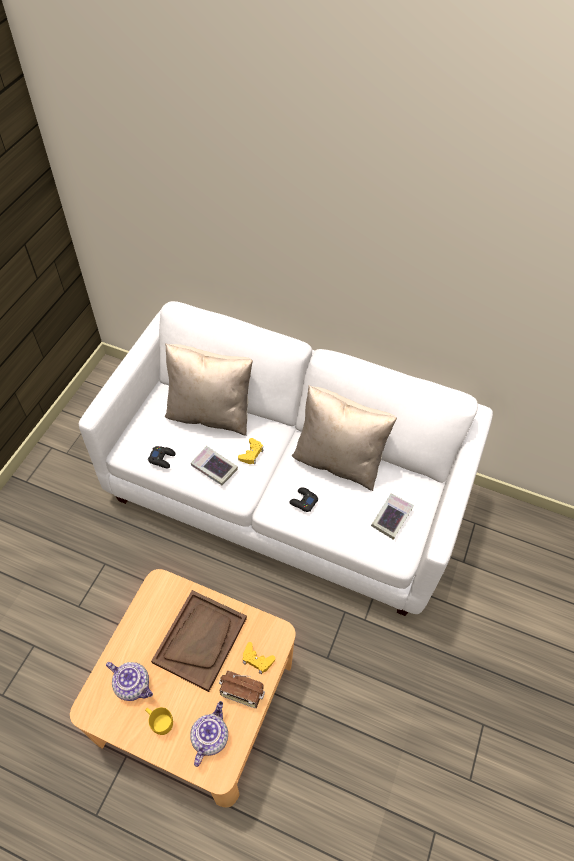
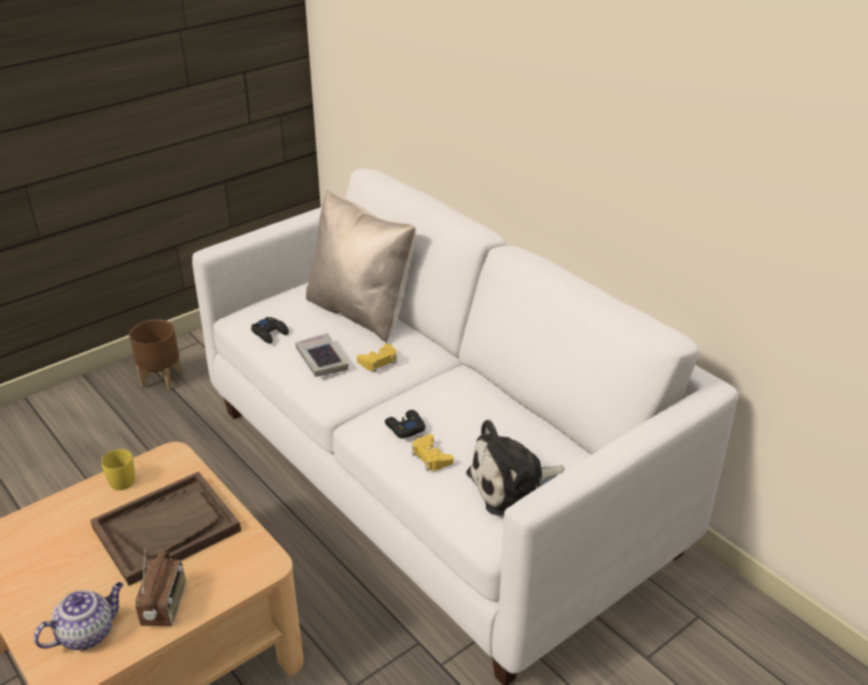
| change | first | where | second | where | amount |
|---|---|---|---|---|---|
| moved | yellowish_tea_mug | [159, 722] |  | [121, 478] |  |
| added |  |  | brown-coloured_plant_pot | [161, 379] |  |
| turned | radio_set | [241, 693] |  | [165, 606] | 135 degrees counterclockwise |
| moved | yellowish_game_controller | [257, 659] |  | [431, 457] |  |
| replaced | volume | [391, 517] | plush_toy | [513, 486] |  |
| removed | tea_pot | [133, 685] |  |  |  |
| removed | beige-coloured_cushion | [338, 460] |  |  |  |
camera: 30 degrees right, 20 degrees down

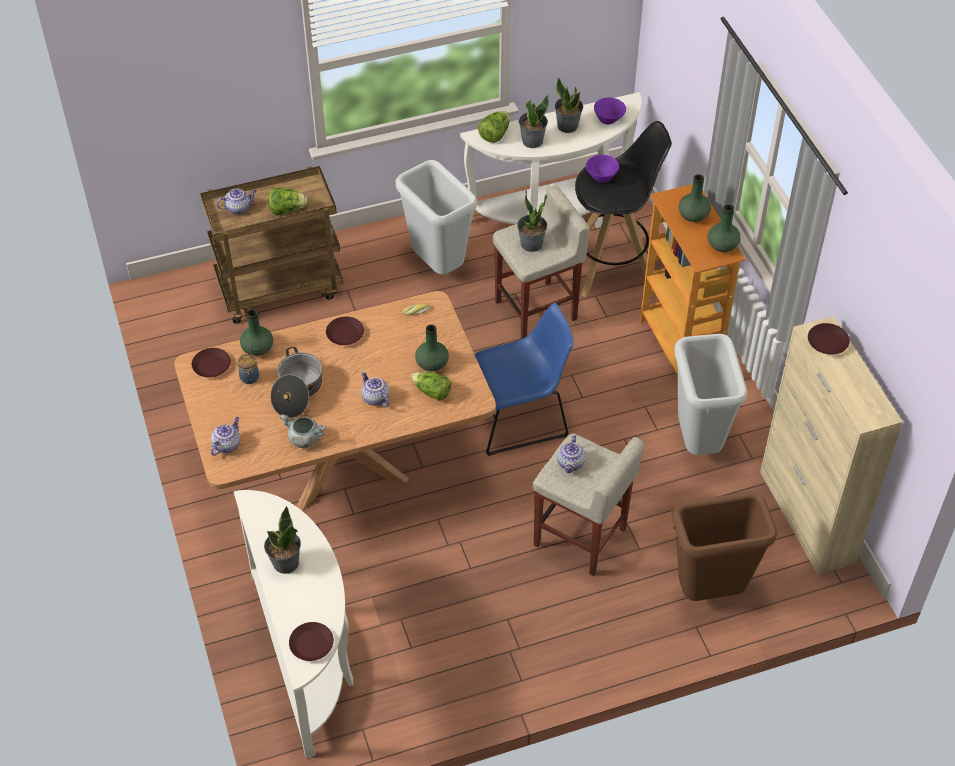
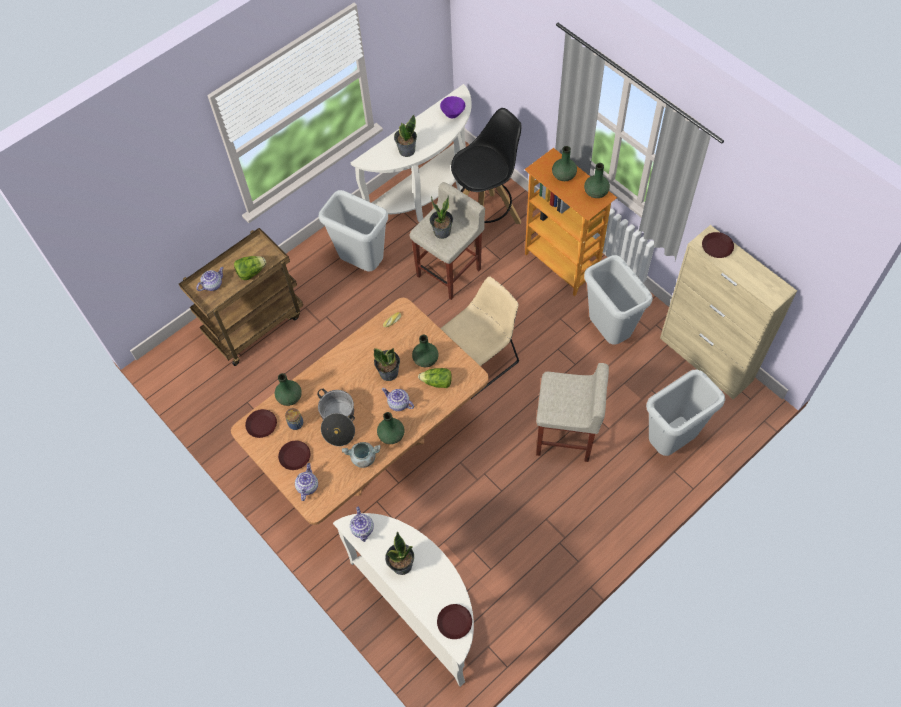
| change | first | where | second | where | amount |
|---|---|---|---|---|---|
| moved | brown-coloured_flat_dish | [345, 333] |  | [294, 456] |  |
| moved | tea_pot | [571, 463] |  | [363, 529] |  |
| moved | houseplant | [567, 125] |  | [388, 372] |  |
| added |  |  | green_vase | [391, 435] |  |
| recoloured | bluish_upright_chair | [521, 417] | beige-coloured_upright_chair | [479, 359] |  |
| recoloured | brown-coloured_trash_can | [709, 593] | grey_trash_can | [670, 443] |  |
| removed | head_of_lettuce | [495, 135] |  |  |  |
| removed | purple-coloured_bowl | [602, 176] |  |  |  |
camera: 20 degrees left, 10 degrees up

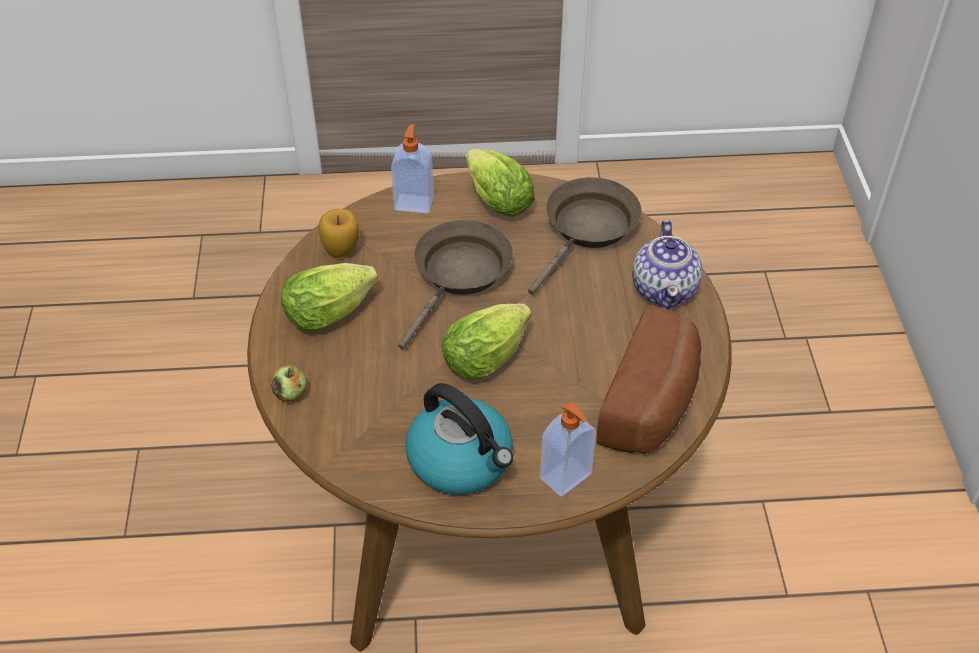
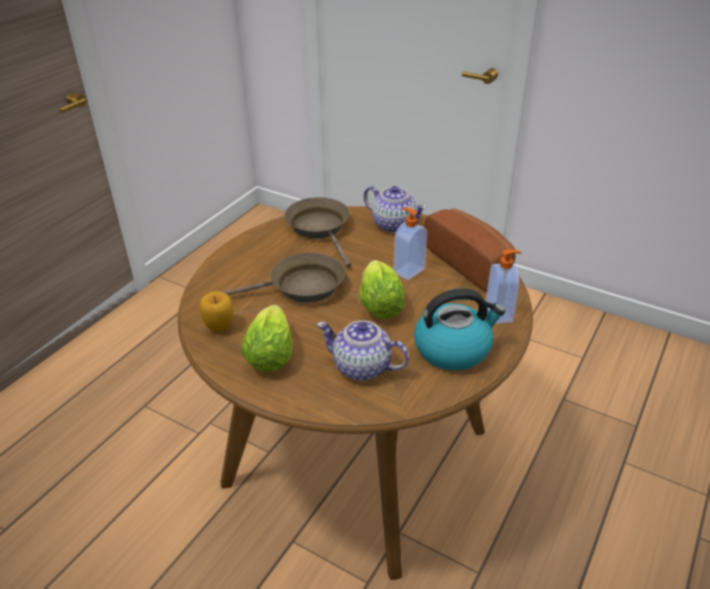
| change | first | where | second | where | amount |
|---|---|---|---|---|---|
| turned | brown-coloured_skillet | [459, 275] |  | [301, 287] | 105 degrees clockwise |
| added |  |  | tea_pot | [362, 368] |  |
| moved | soap_bottle | [414, 203] |  | [408, 270] |  |
| removed | apple_fruit | [290, 394] |  |  |  |
| removed | head_of_lettuce | [495, 199] |  |  |  |
camera: 55 degrees left, 10 degrees down

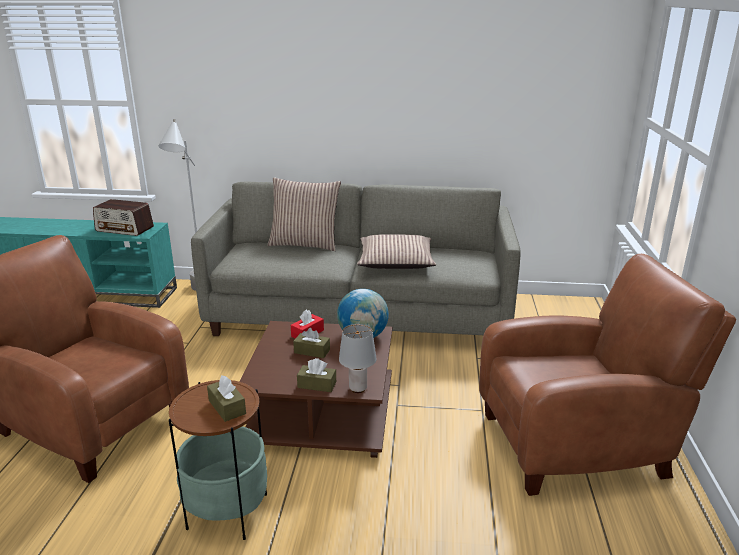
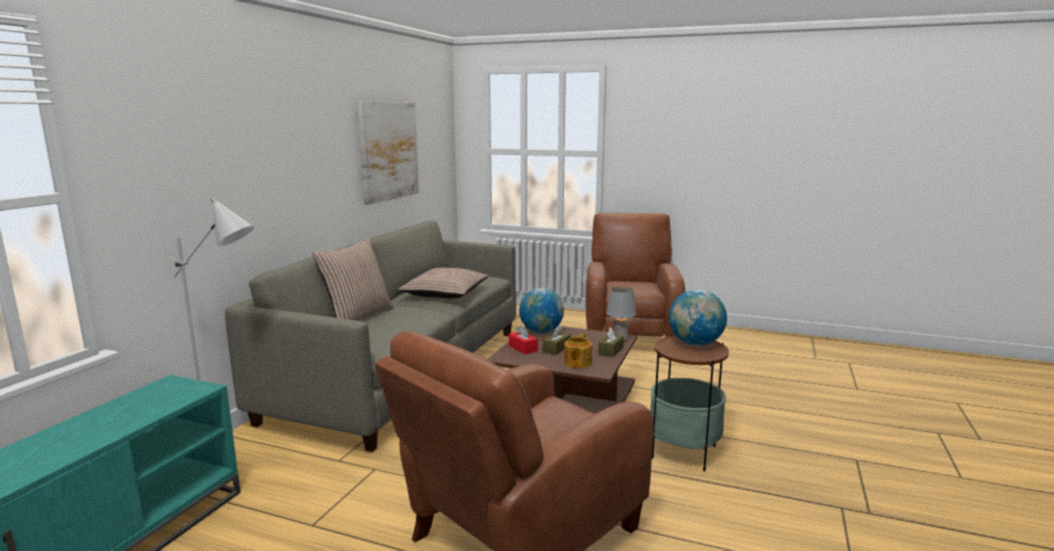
| change | first | where | second | where | amount |
|---|---|---|---|---|---|
| added |  |  | wall_picture | [388, 151] |  |
| added |  |  | tea_pot | [577, 363] |  |
| replaced | brown-coloured_tissue_box | [227, 407] | globe | [695, 343] |  |
| removed | radio_set | [125, 229] |  |  |  |
camera: 75 degrees left, 10 degrees down

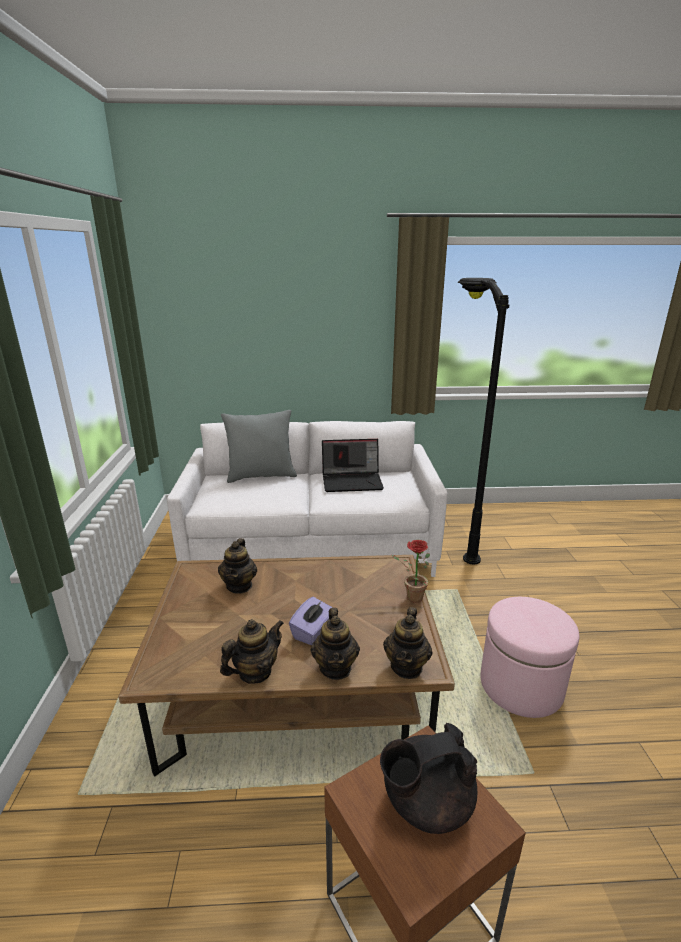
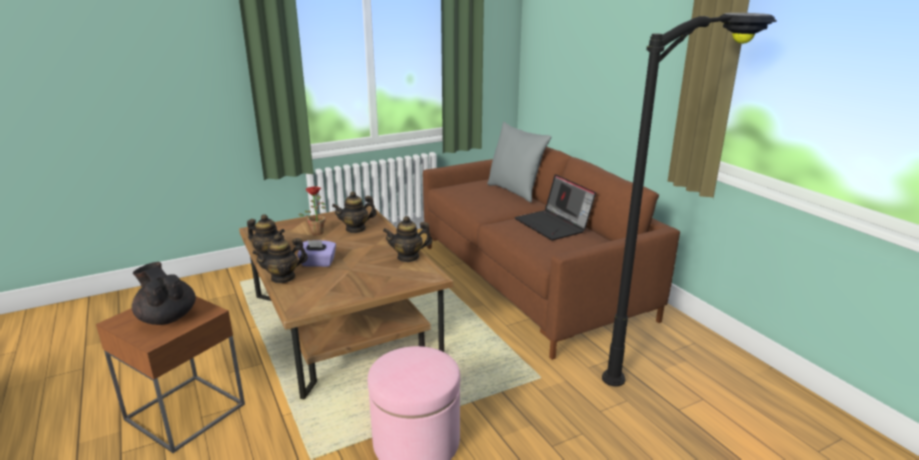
| change | first | where | second | where | amount |
|---|---|---|---|---|---|
| moved | houseplant | [411, 597] |  | [317, 231] |  |
| moved | tea_pot | [407, 666] |  | [408, 257] |  |
| recoloured | whitish_sofa | [311, 546] | brown-coloured_sofa | [530, 281] |  |
camera: 65 degrees right, 0 degrees up

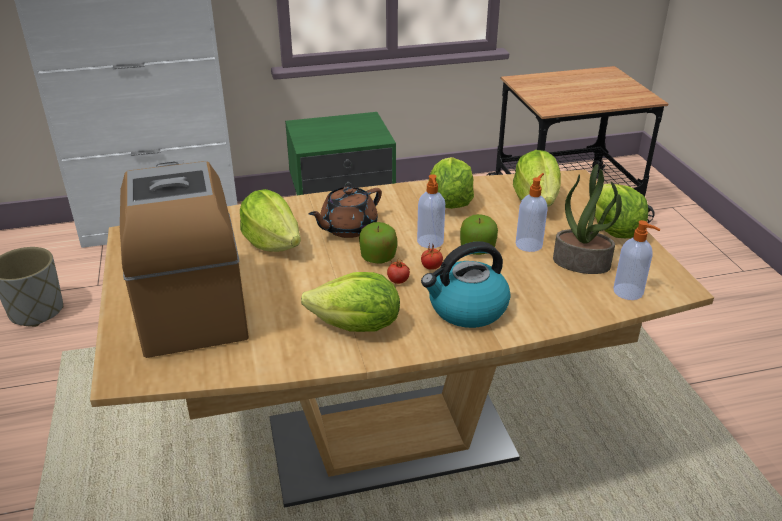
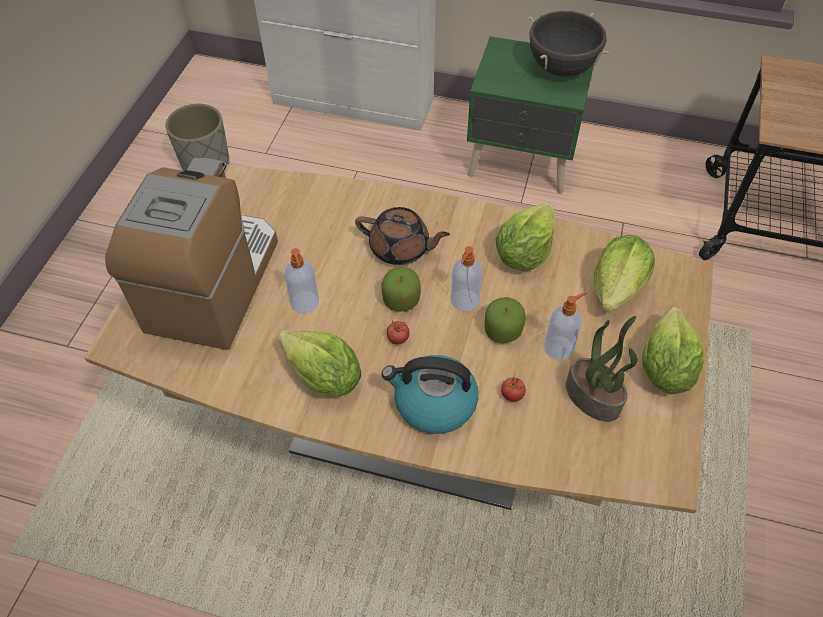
| change | first | where | second | where | amount |
|---|---|---|---|---|---|
| moved | soap_bottle | [629, 292] |  | [305, 303] |  |
| turned | brown-coloured_tea_pot | [347, 228] |  | [400, 248] | 150 degrees counterclockwise |
| moved | whole_tomato | [431, 267] |  | [512, 395] |  |
| added |  |  | black_stockpot | [561, 68] |  |
| removed | head_of_lettuce | [272, 243] |  |  |  |
camera: 30 degrees right, 20 degrees up

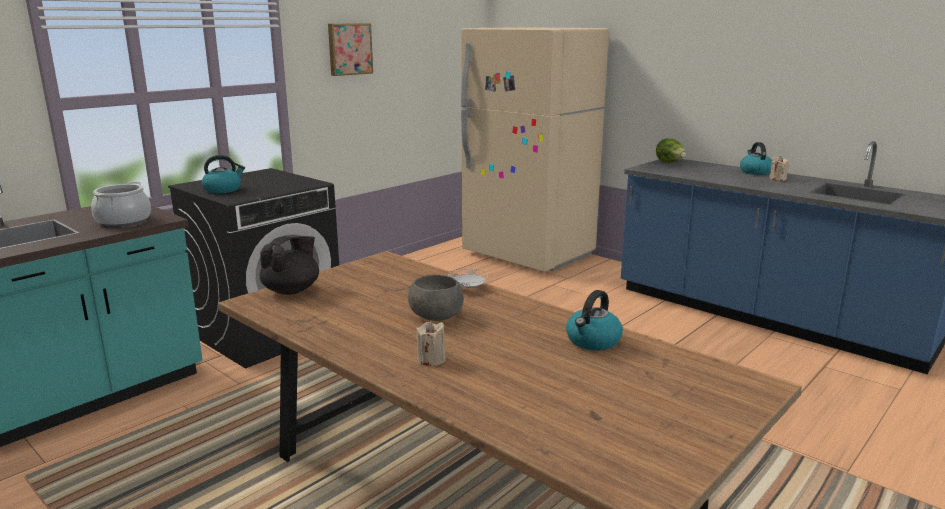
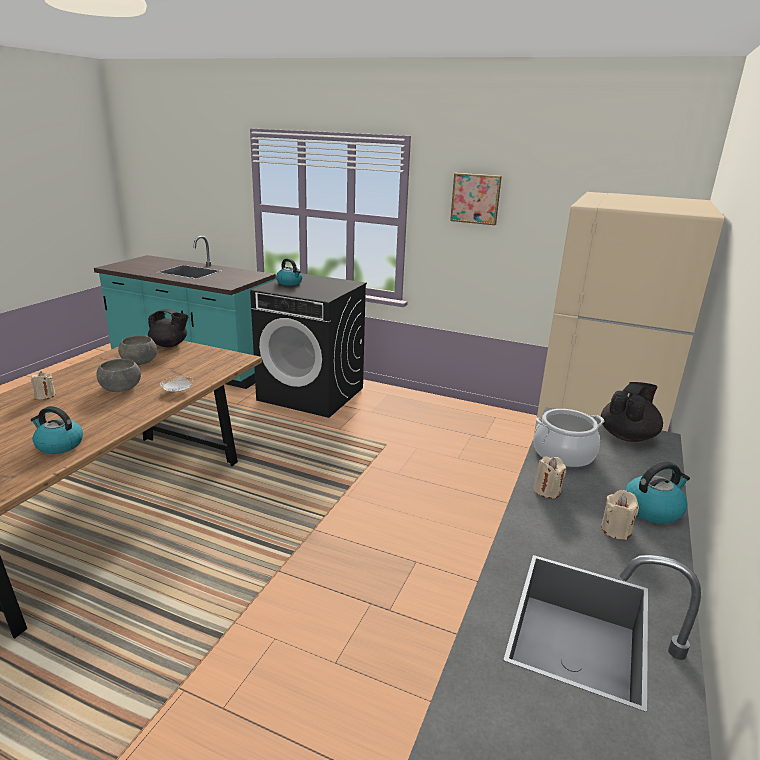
| change | first | where | second | where | amount |
|---|---|---|---|---|---|
| added |  |  | grey_bowl | [139, 362] |  |
| moved | stockpot | [123, 221] |  | [563, 455] |  |
| added |  |  | beige-coloured_candle | [547, 490] |  |
| replaced | head_of_lettuce | [670, 163] | black_tea_pot | [627, 436] |  |
camera: 70 degrees right, 5 degrees up

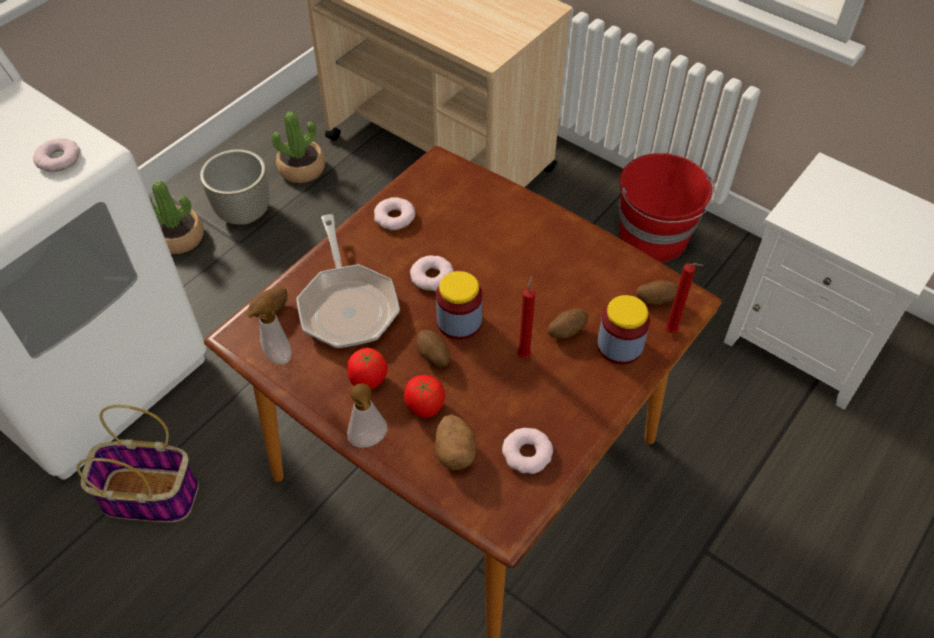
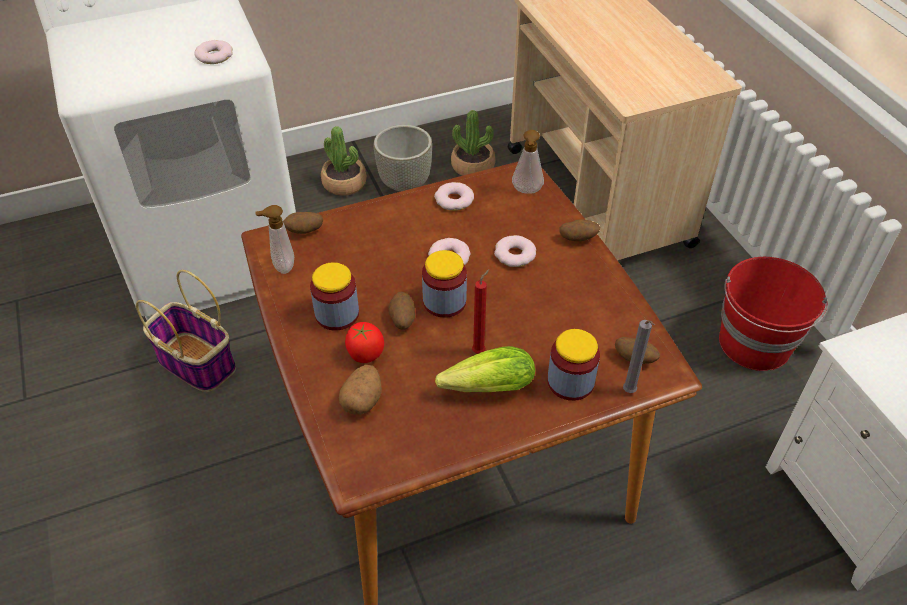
| change | first | where | second | where | amount |
|---|---|---|---|---|---|
| replaced | whole_tomato | [368, 380] | storage_jar | [337, 314] |  |
| added |  |  | head_of_lettuce | [483, 388] |  |
| moved | ring_doughnut | [527, 454] |  | [515, 255] |  |
| moved | soap_bottle | [369, 442] |  | [527, 192] |  |
| moved | spud | [566, 331] |  | [578, 239] |  |
| recoloured | red_candle | [672, 332] | grey_candle | [630, 393] |  |
| removed | skillet | [347, 305] |  |  |  |
camera: 30 degrees right, 5 degrees down

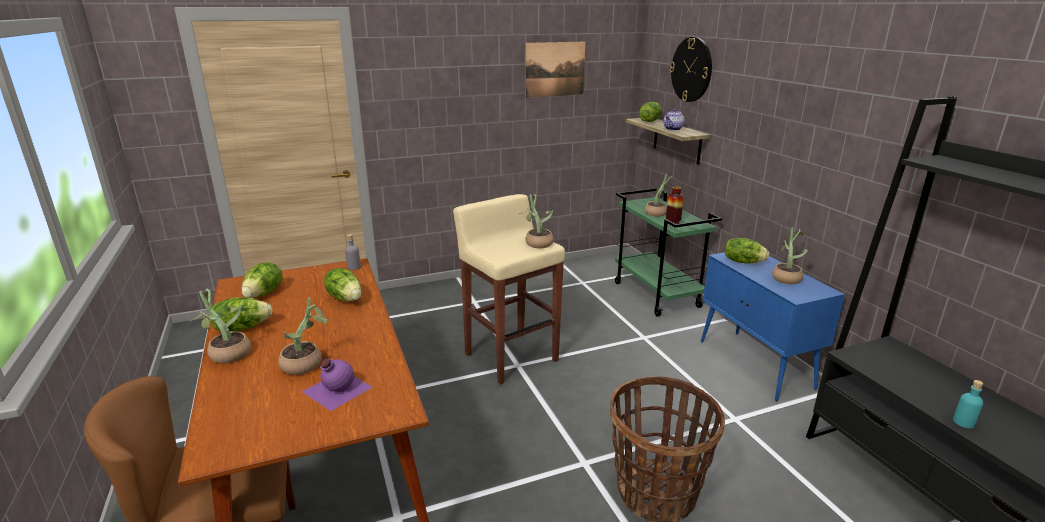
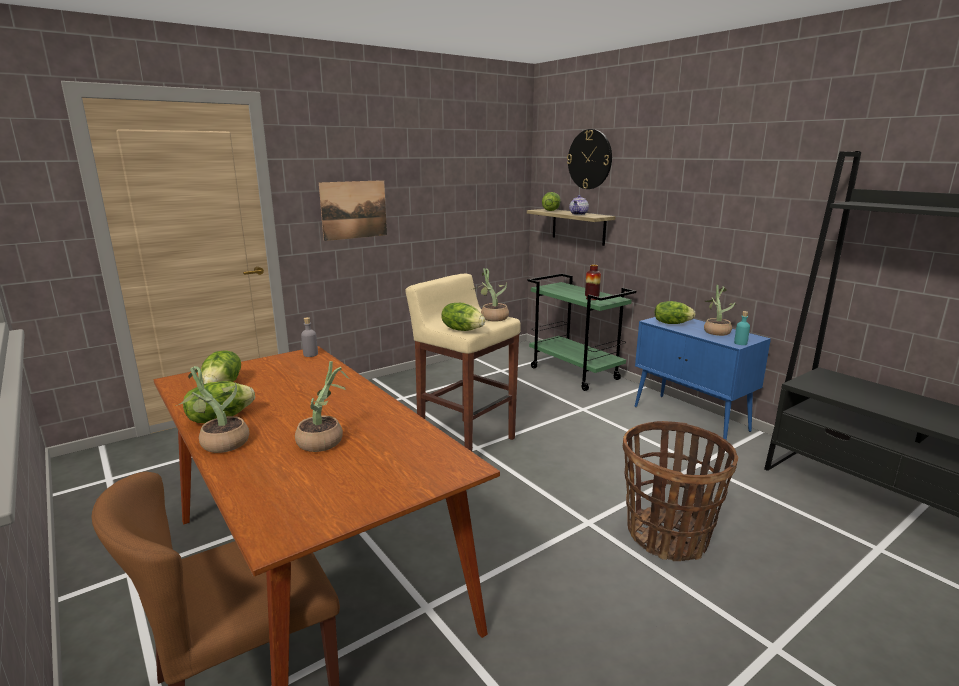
| change | first | where | second | where | amount |
|---|---|---|---|---|---|
| moved | wall_picture | [555, 69] |  | [354, 210] |  |
| moved | head_of_lettuce | [346, 298] |  | [462, 329] |  |
| moved | blue-green_bottle | [963, 422] |  | [740, 343] |  |
| removed | purple-coloured_bottle | [335, 389] |  |  |  |
| removed | houseplant | [658, 213] |  |  |  |
camera: 15 degrees left, 5 degrees down

